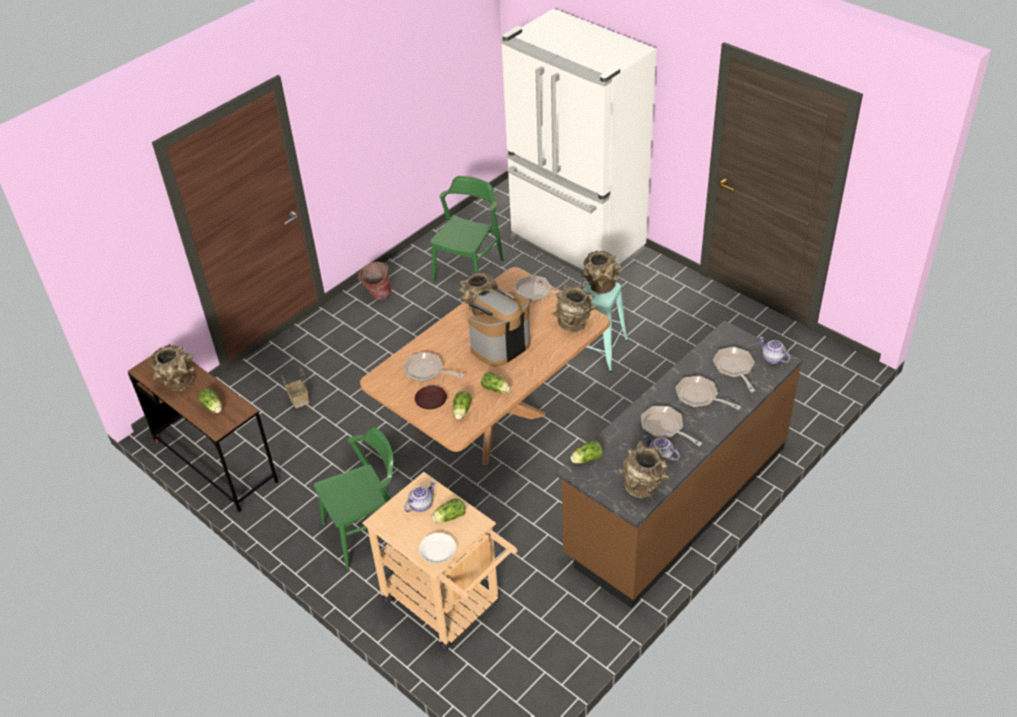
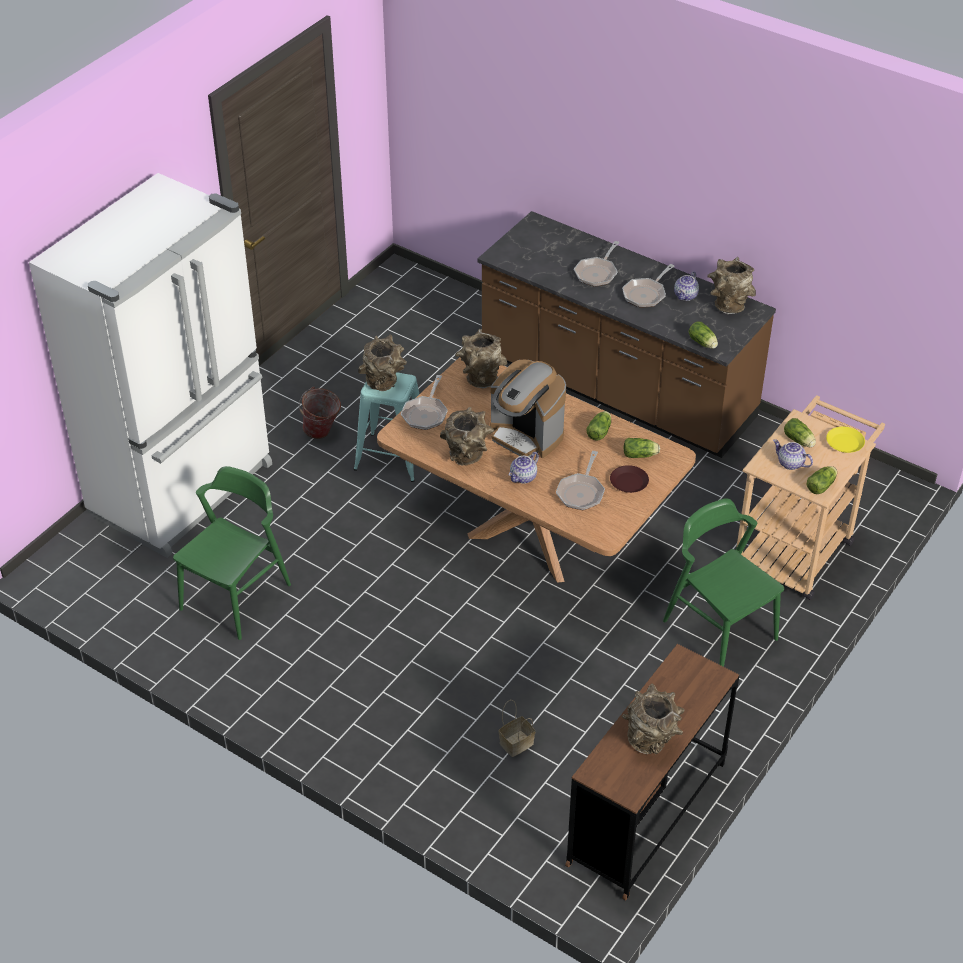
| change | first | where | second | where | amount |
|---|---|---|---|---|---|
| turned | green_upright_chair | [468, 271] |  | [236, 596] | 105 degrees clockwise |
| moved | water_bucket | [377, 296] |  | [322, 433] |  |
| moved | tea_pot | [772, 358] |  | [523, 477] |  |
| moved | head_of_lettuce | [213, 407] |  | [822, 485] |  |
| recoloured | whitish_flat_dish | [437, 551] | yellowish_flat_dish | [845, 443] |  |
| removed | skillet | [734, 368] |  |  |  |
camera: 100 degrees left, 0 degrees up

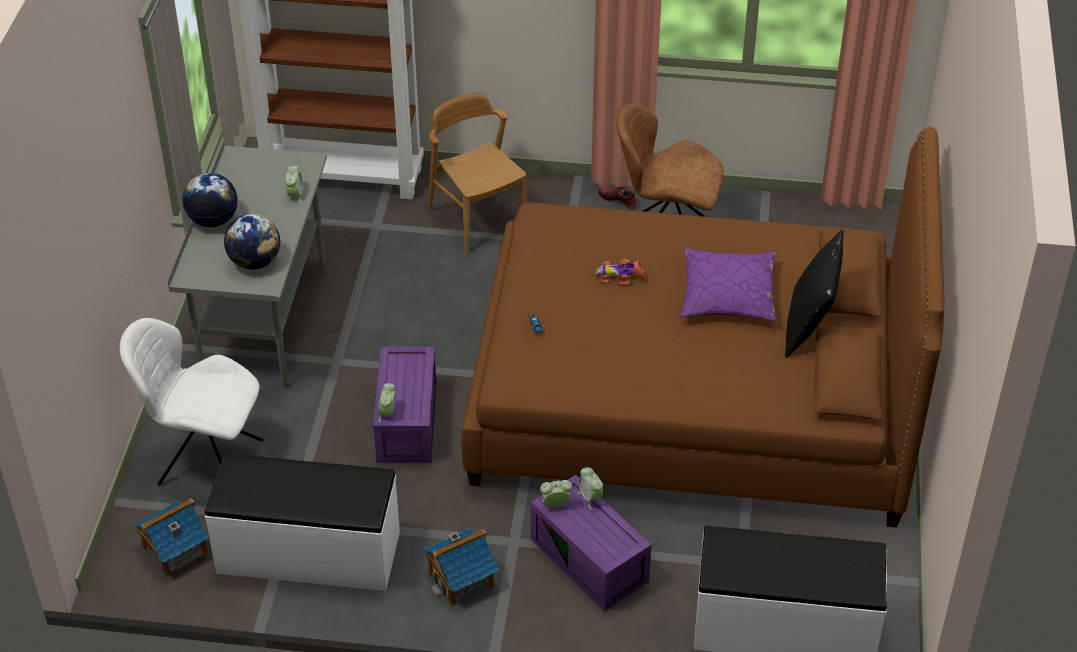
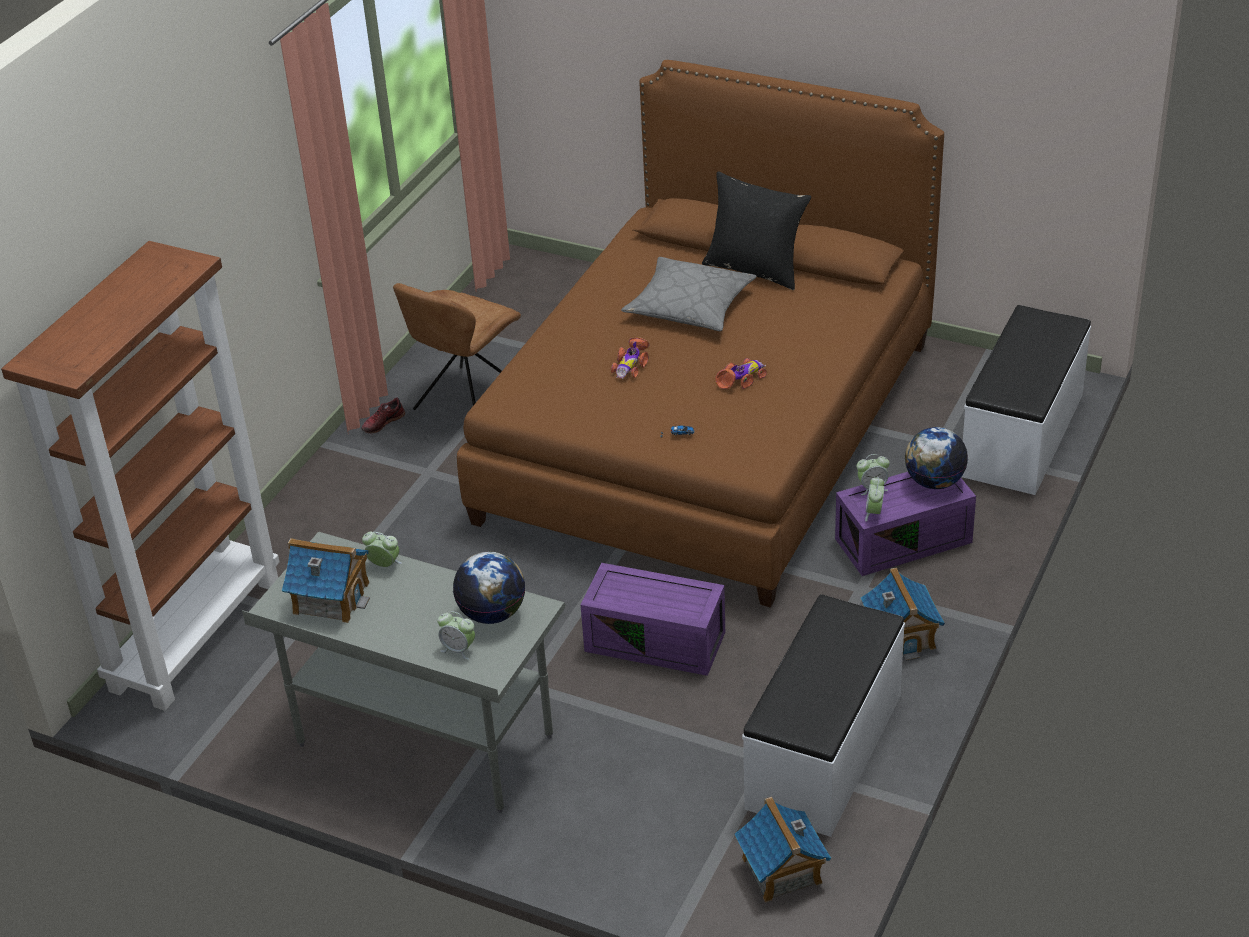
| change | first | where | second | where | amount |
|---|---|---|---|---|---|
| added |  |  | miniature_house | [331, 598] |  |
| moved | bedside_clock | [388, 413] |  | [458, 649] |  |
| recoloured | purple-coloured_cushion | [728, 294] | grey_cushion | [689, 306] |  |
| added |  |  | model_car | [742, 379] |  |
| moved | globe | [213, 220] |  | [934, 482] |  |
| removed | whitish_upright_chair | [207, 461] |  |  |  |
| removed | brown-coloured_upright_chair | [478, 219] |  |  |  |
camera: 70 degrees left, 5 degrees down

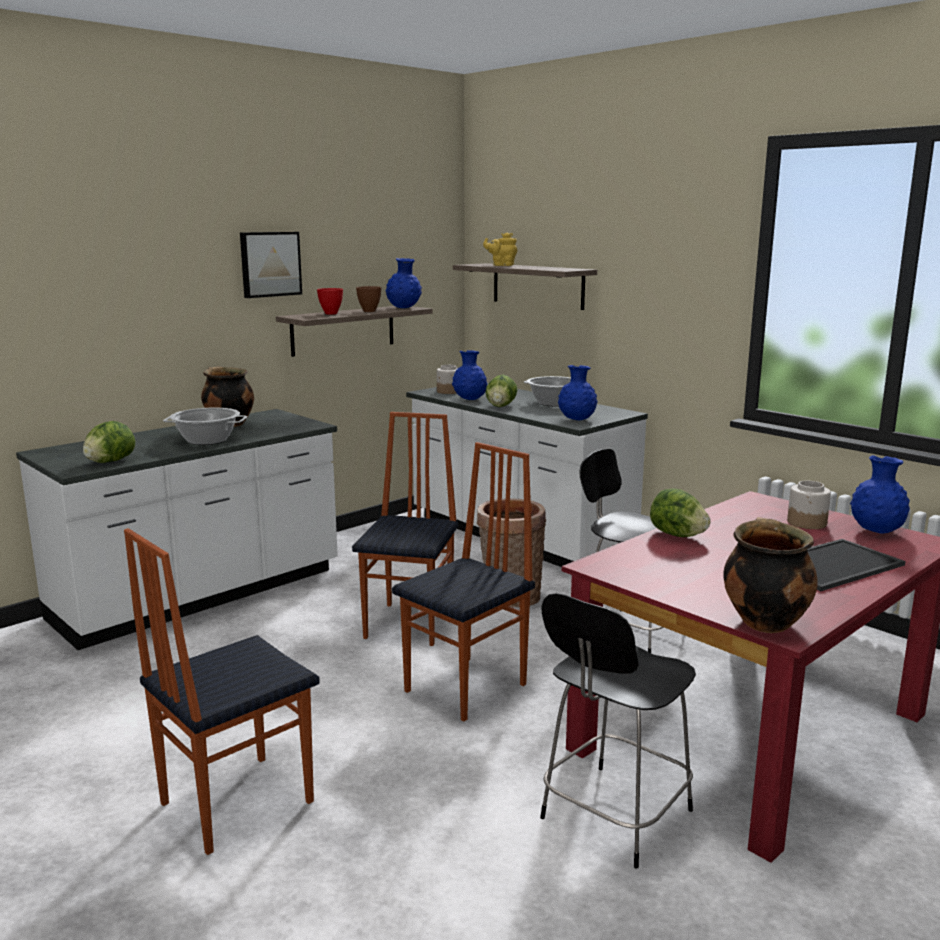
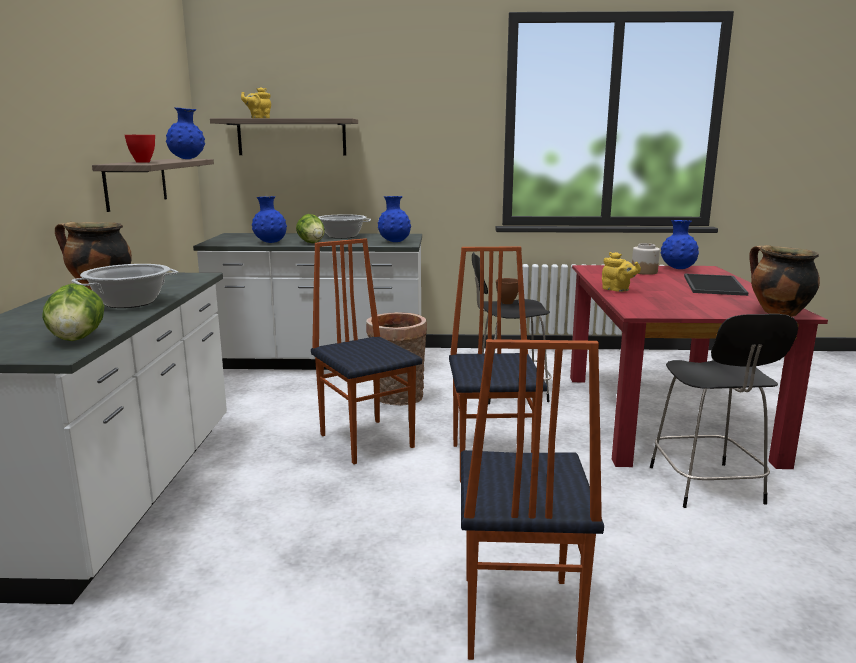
| change | first | where | second | where | amount |
|---|---|---|---|---|---|
| moved | brown-coloured_bowl | [370, 311] |  | [507, 302] |  |
| replaced | head_of_lettuce | [677, 535] | yellowish_tea_pot | [617, 290] |  |
| removed | wall_picture | [270, 264] |  |  |  |
| removed | storage_jar | [448, 391] |  |  |  |
camera: 45 degrees left, 0 degrees up

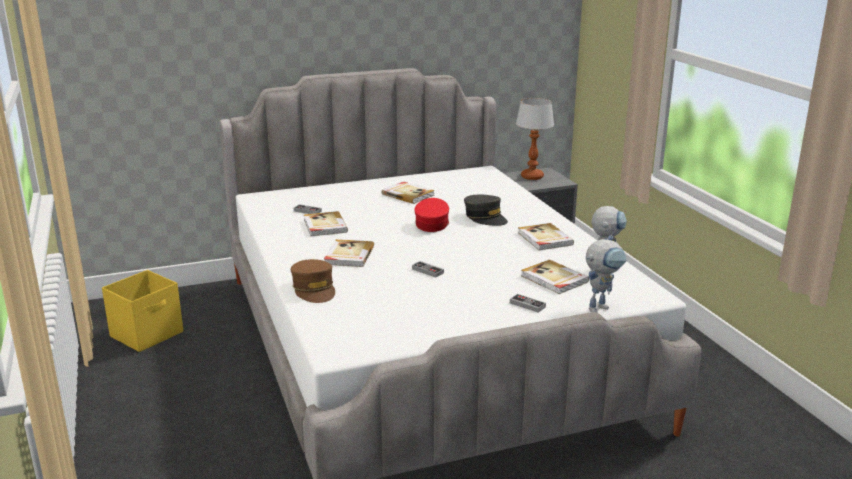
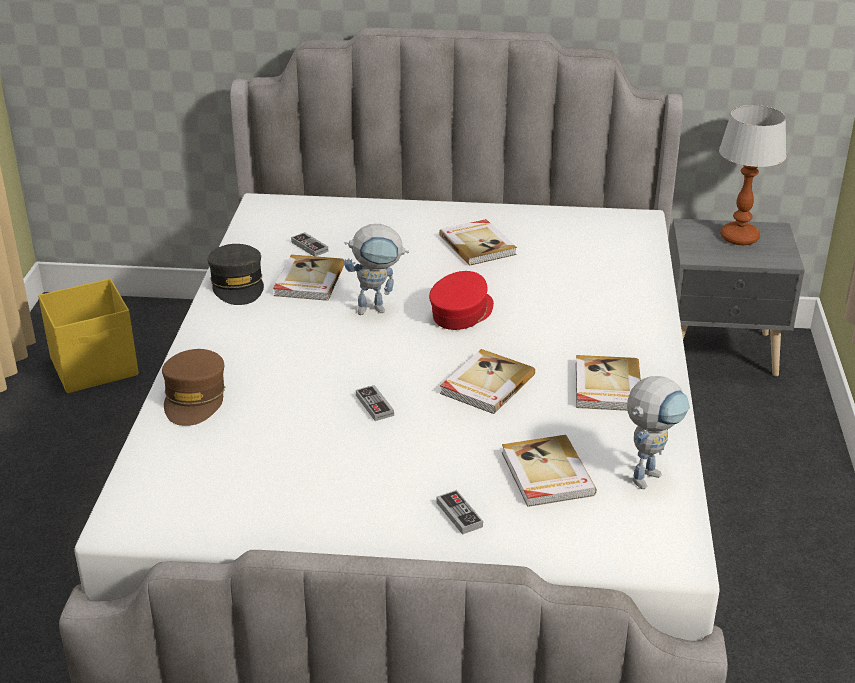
| change | first | where | second | where | amount |
|---|---|---|---|---|---|
| moved | grey_peaked_cap | [485, 218] |  | [238, 285] |  |
| moved | robot_figure | [601, 307] |  | [378, 308] |  |
| moved | volume | [348, 255] |  | [486, 384] |  |
camera: 25 degrees right, 10 degrees up

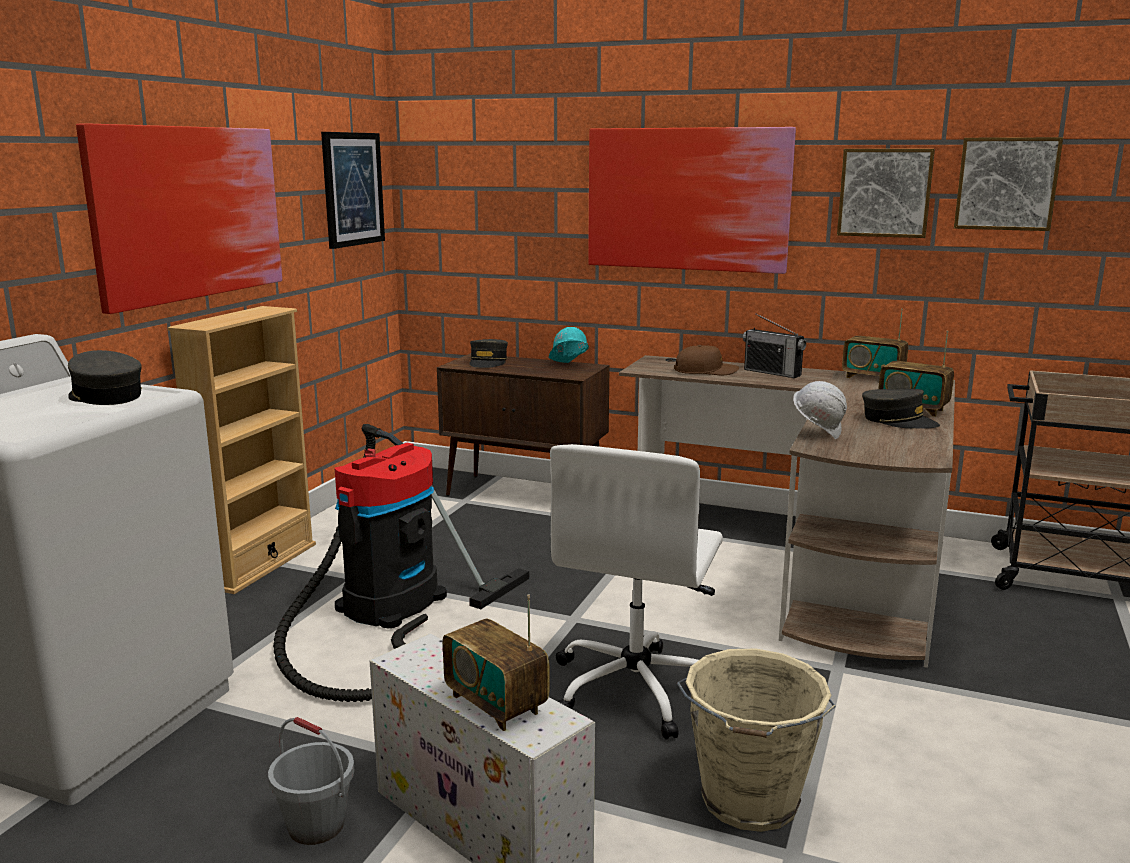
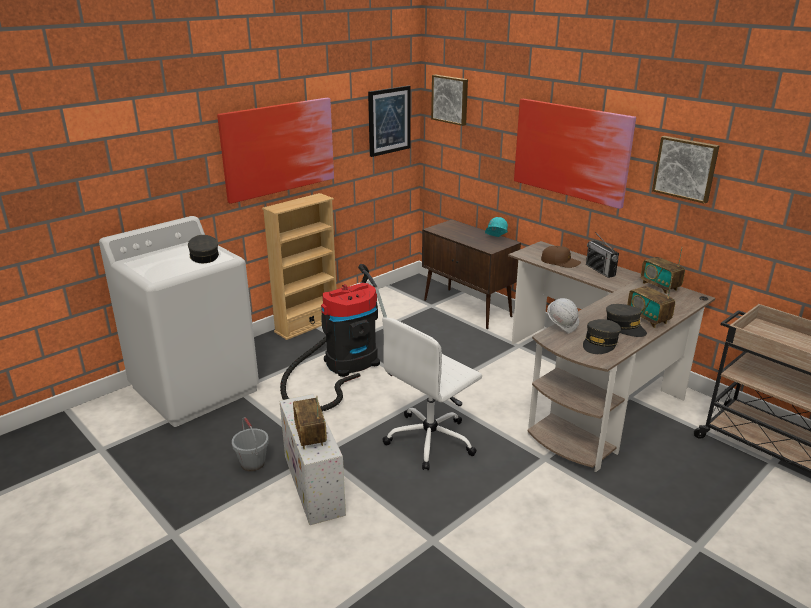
| change | first | where | second | where | amount |
|---|---|---|---|---|---|
| moved | wall_picture | [1006, 183] |  | [450, 99] |  |
| moved | grey_peaked_cap | [488, 362] |  | [600, 343] |  |
| removed | beige-coloured_water_bucket | [749, 802] |  |  |  |
camera: 25 degrees right, 10 degrees up

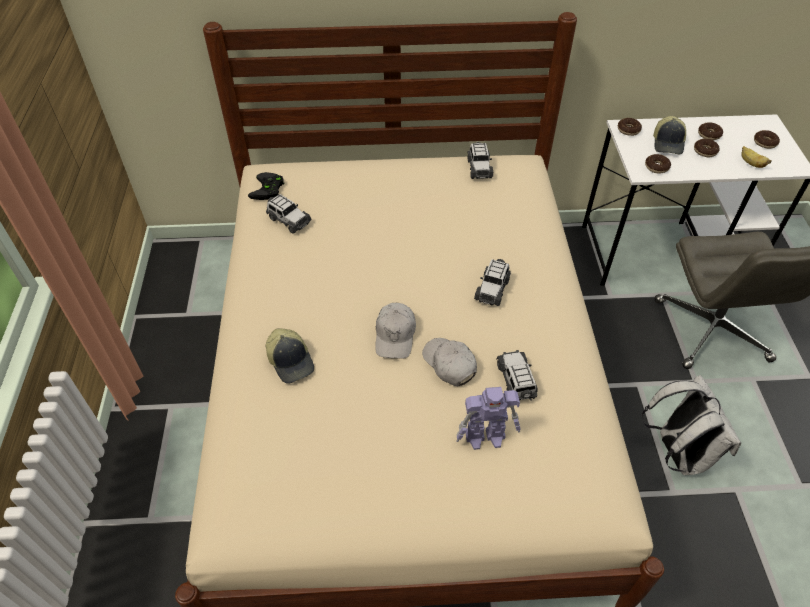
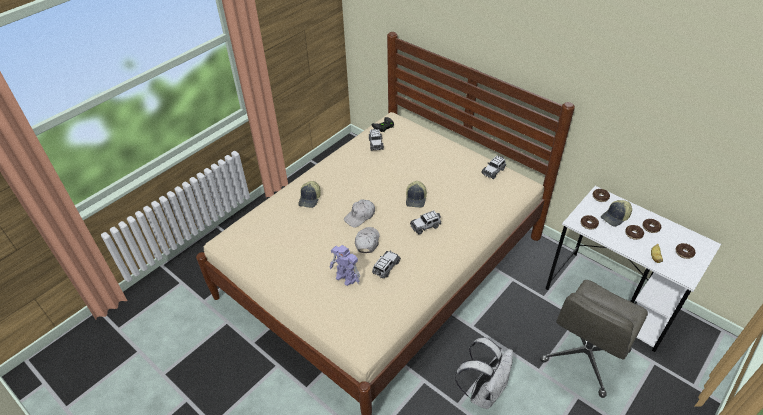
| change | first | where | second | where | amount |
|---|---|---|---|---|---|
| added |  |  | peaked_cap | [416, 199] |  |
camera: 45 degrees right, 5 degrees down

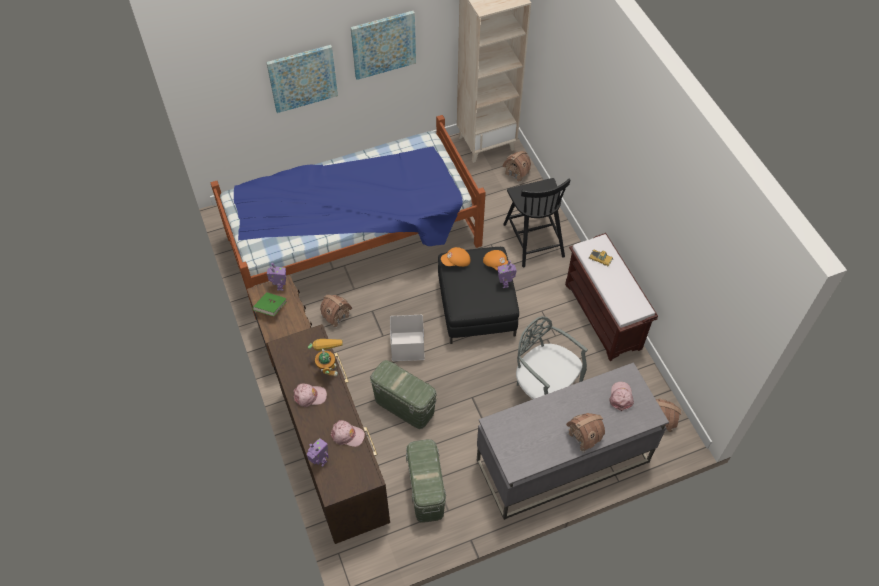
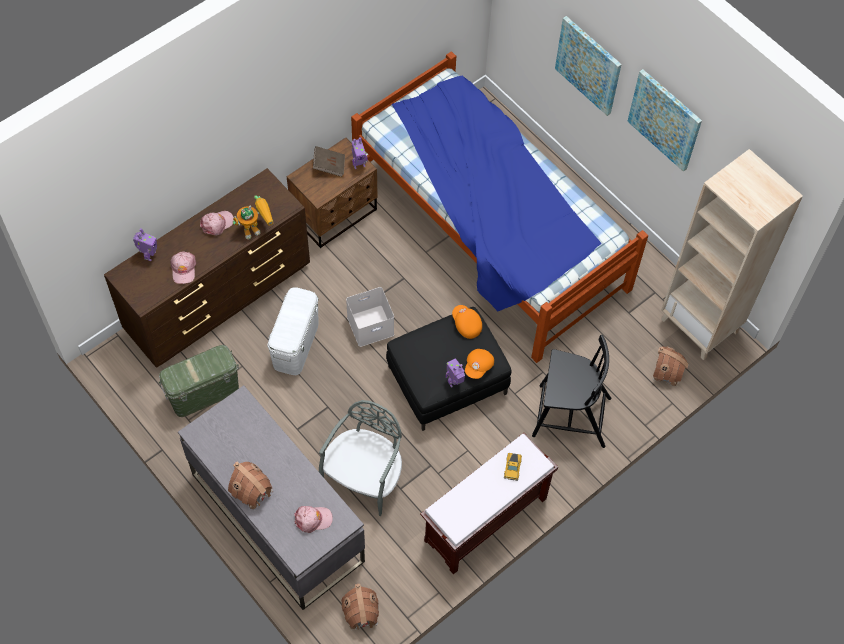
| change | first | where | second | where | amount |
|---|---|---|---|---|---|
| turned | pink-coloured_peaked_cap | [310, 396] |  | [217, 224] | 105 degrees counterclockwise |
| recoloured | green_storage_container | [404, 406] | whitish_storage_container | [295, 344] |  |
| recoloured | green_volume | [270, 308] | brown-coloured_volume | [329, 166] |  |
| turned | black_upright_chair | [533, 239] |  | [569, 416] | 135 degrees counterclockwise |
| removed | miniature_house | [336, 315] |  |  |  |
camera: 70 degrees right, 5 degrees up

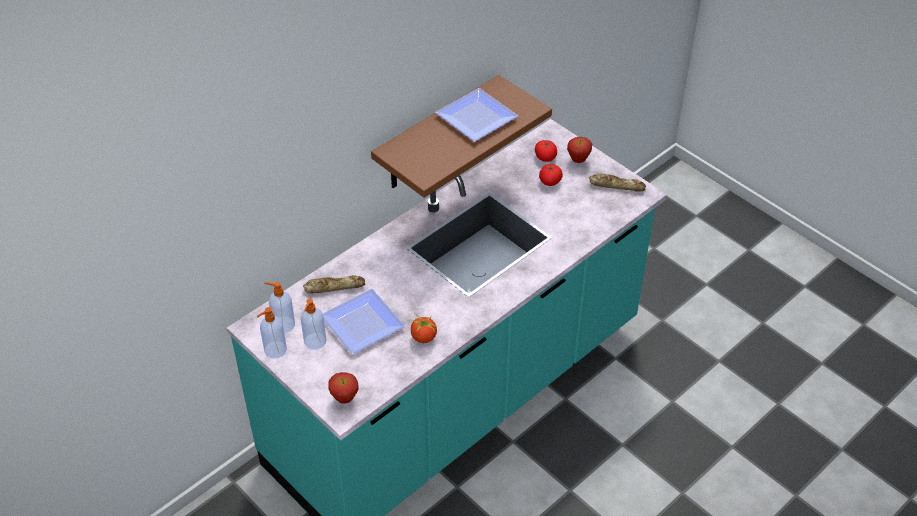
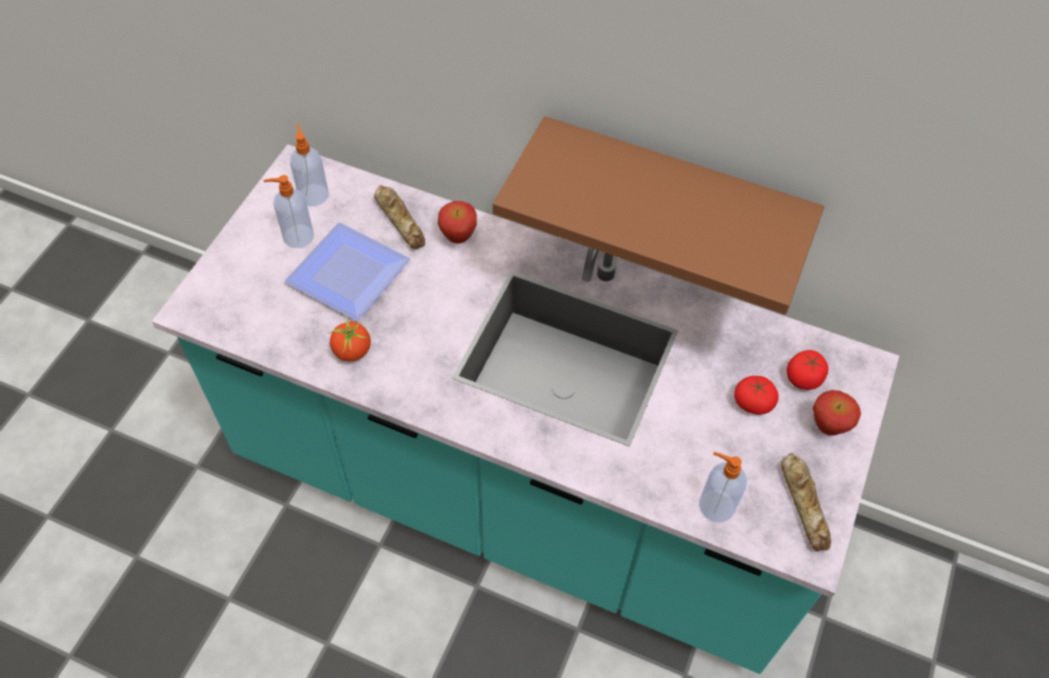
| change | first | where | second | where | amount |
|---|---|---|---|---|---|
| moved | apple_fruit | [344, 398] |  | [458, 237] |  |
| moved | soap_bottle | [274, 350] |  | [715, 505] |  |
| removed | flat_dish | [476, 115] |  |  |  |
camera: 65 degrees right, 10 degrees up

